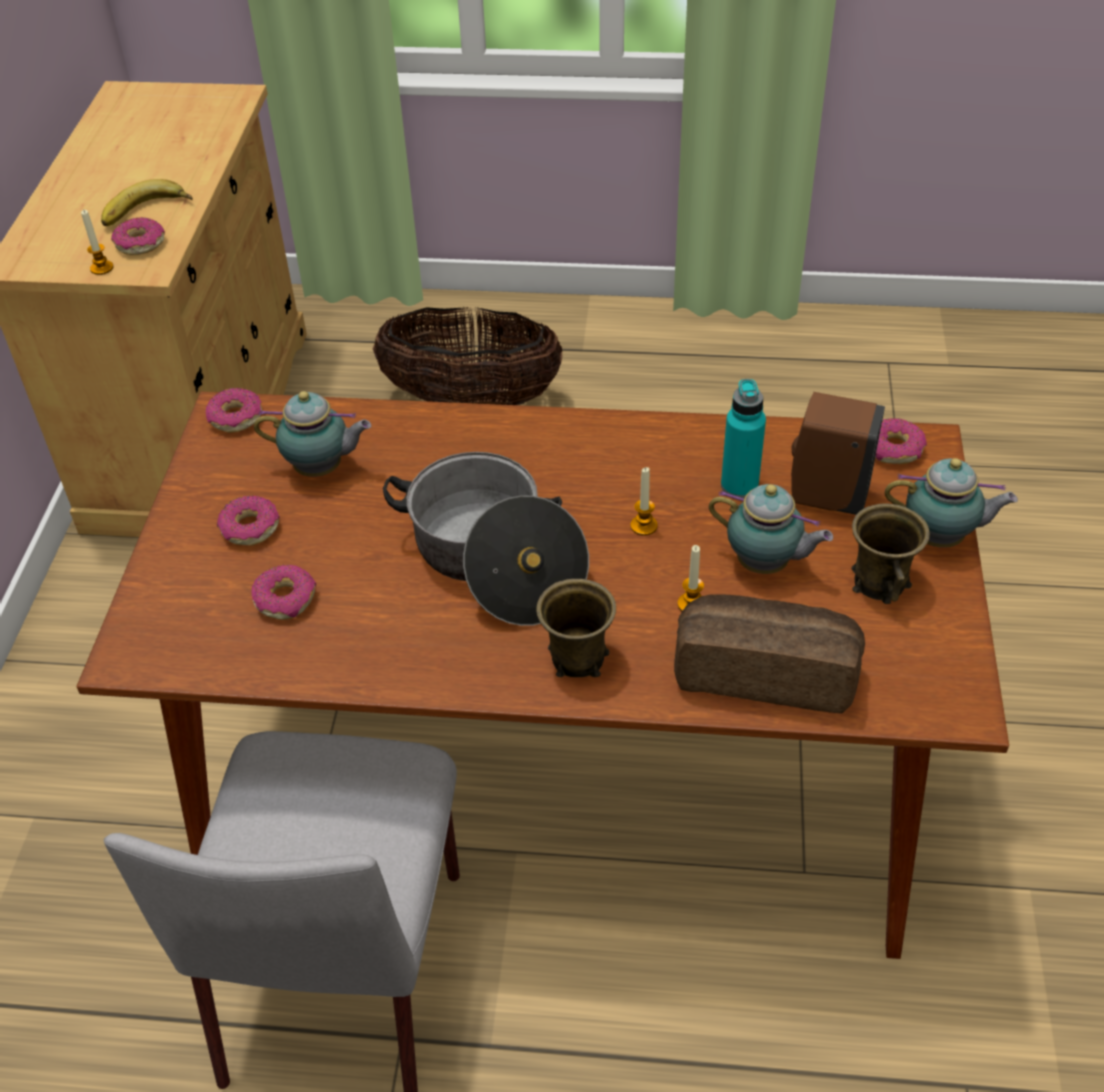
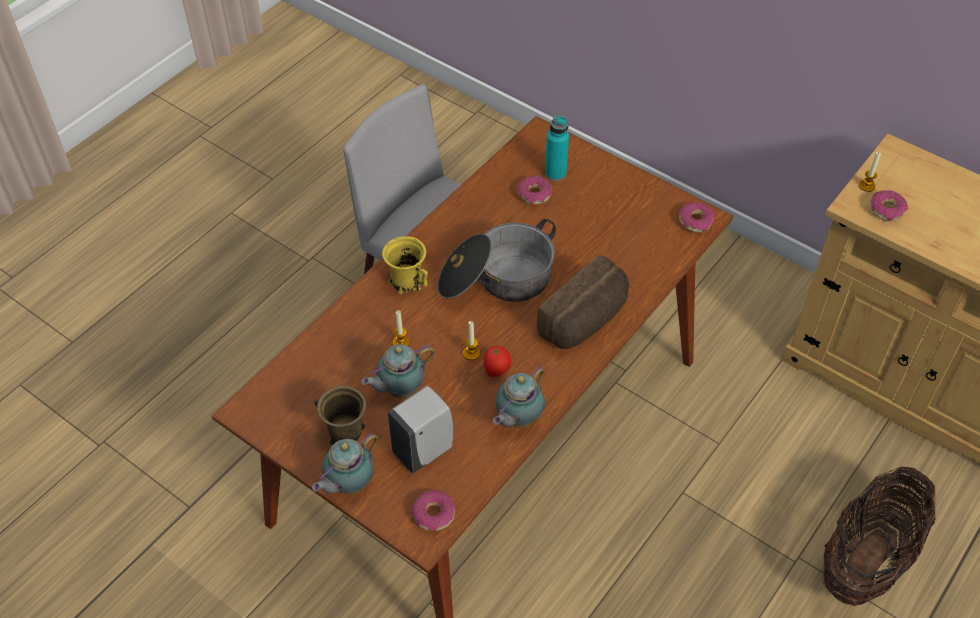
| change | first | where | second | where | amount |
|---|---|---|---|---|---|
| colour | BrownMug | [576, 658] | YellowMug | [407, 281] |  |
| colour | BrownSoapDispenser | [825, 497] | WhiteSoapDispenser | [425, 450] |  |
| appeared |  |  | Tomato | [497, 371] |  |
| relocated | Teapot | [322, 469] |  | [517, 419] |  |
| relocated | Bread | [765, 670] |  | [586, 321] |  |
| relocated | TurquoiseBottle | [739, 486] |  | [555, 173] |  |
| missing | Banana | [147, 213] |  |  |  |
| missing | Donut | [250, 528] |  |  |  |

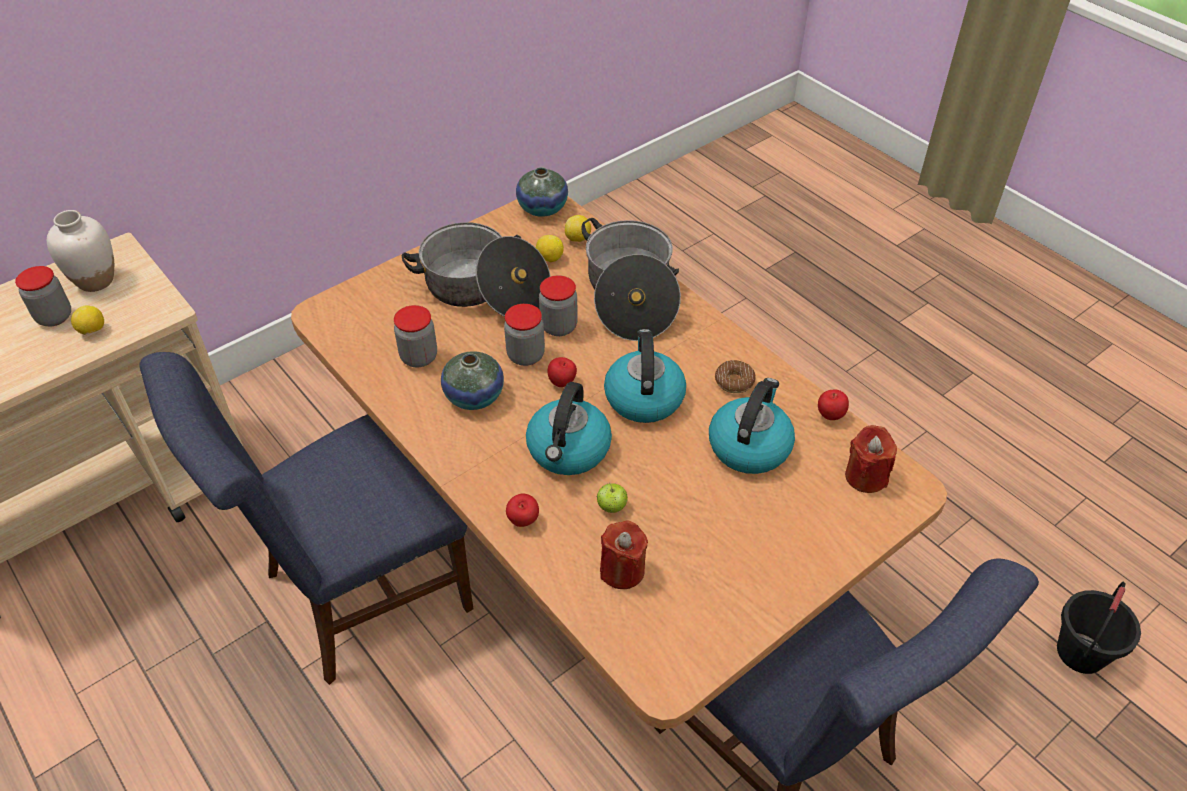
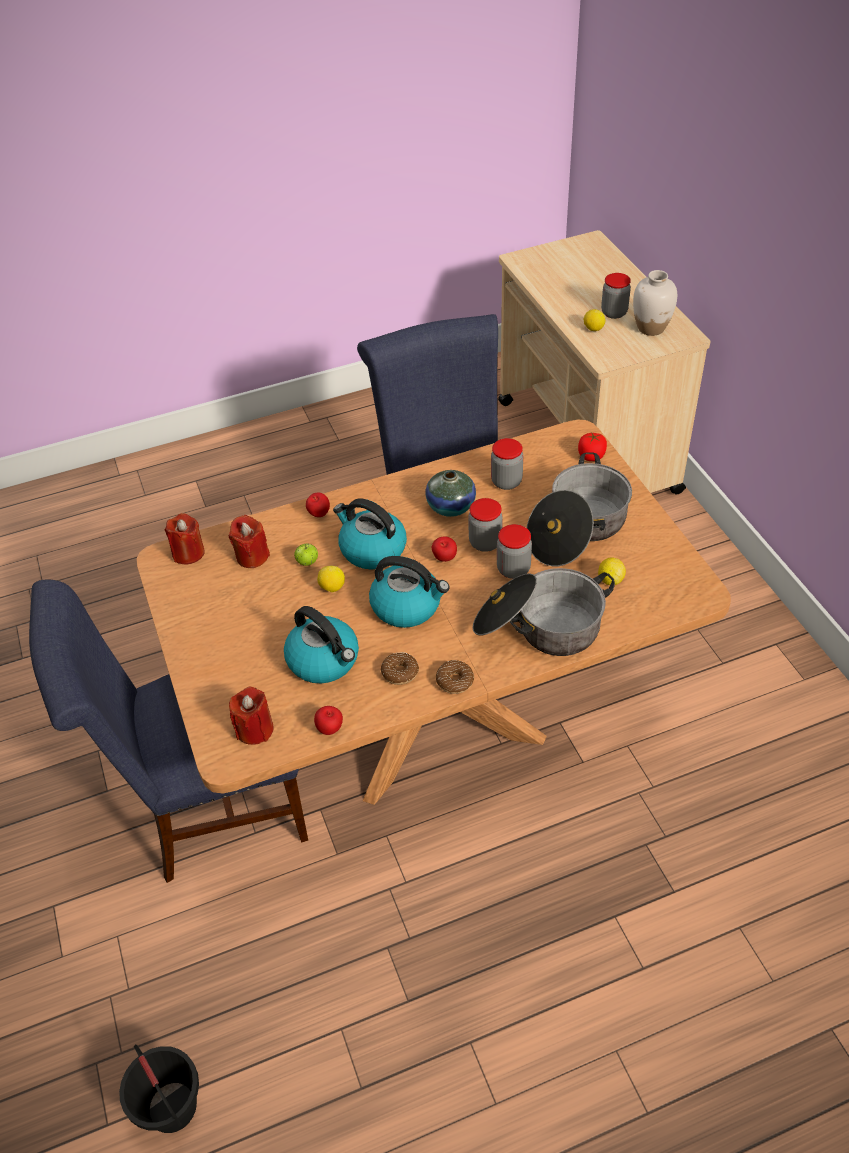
| change | first | where | second | where | amount |
|---|---|---|---|---|---|
| appeared |  |  | RedCandle | [188, 553] |  |
| relocated | Lemon | [578, 239] |  | [332, 587] |  |
| appeared |  |  | Donut | [454, 681] |  |
| appeared |  |  | Tomato | [591, 456] |  |
| missing | Vase | [542, 208] |  |  |  |

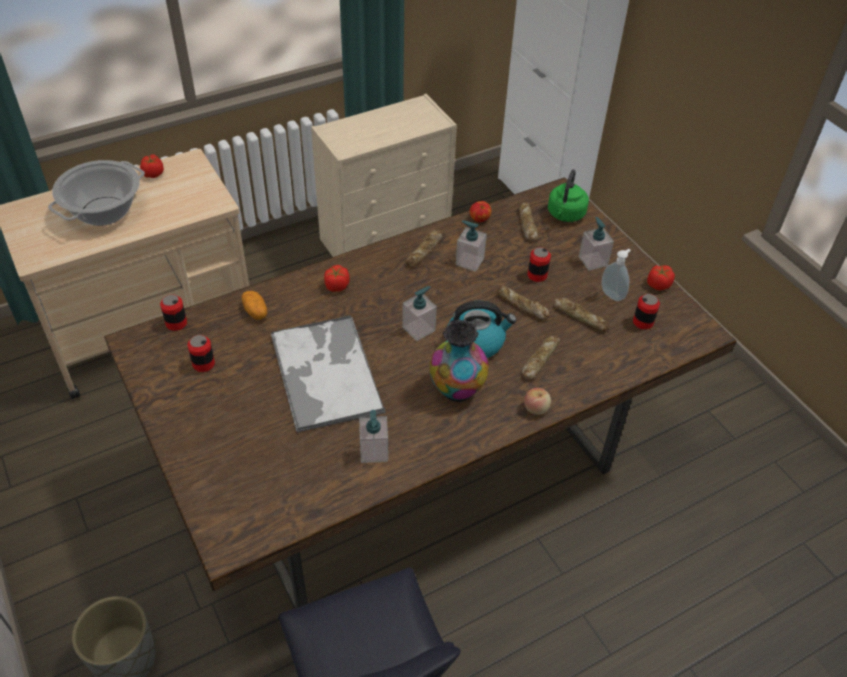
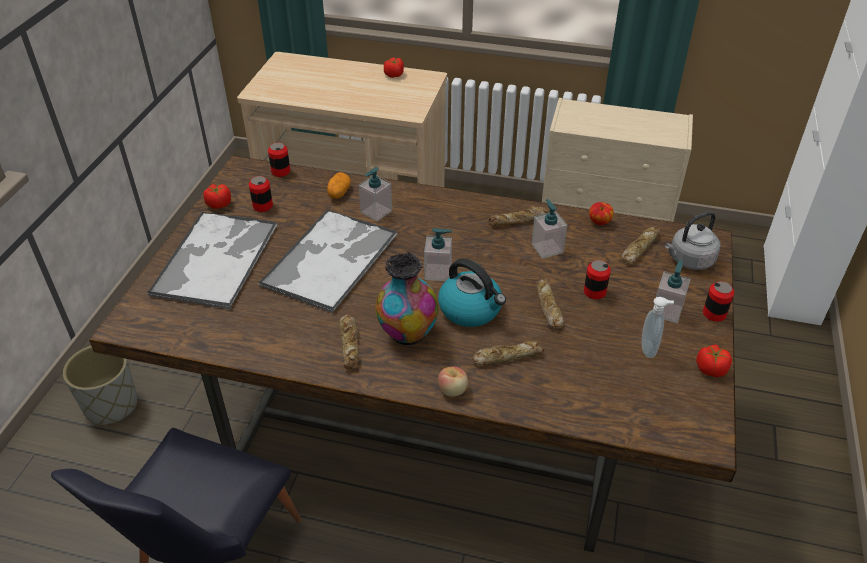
| change | first | where | second | where | amount |
|---|---|---|---|---|---|
| appeared |  |  | Tray | [216, 259] |  |
| relocated | Tomato | [336, 286] |  | [219, 204] |  |
| relocated | Bread | [580, 317] |  | [350, 345] |  |
| relocated | SoapDispenser | [374, 451] |  | [376, 211] |  |
| colour | GreenKettle | [565, 215] | GreyKettle | [689, 260] |  |
| relocated | Can | [643, 322] |  | [714, 314] |  |
| missing | CookingPot | [104, 212] |  |  |  |

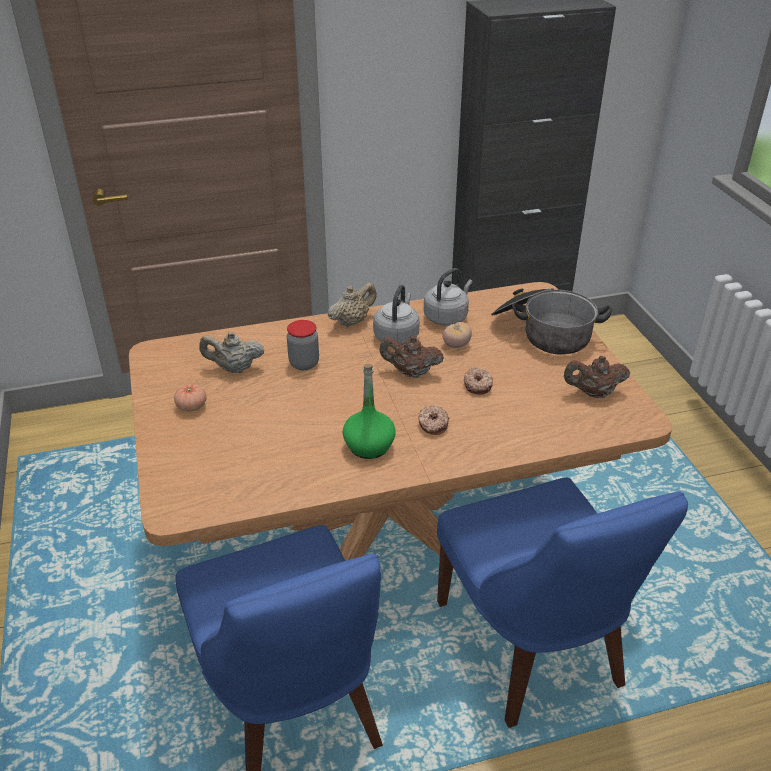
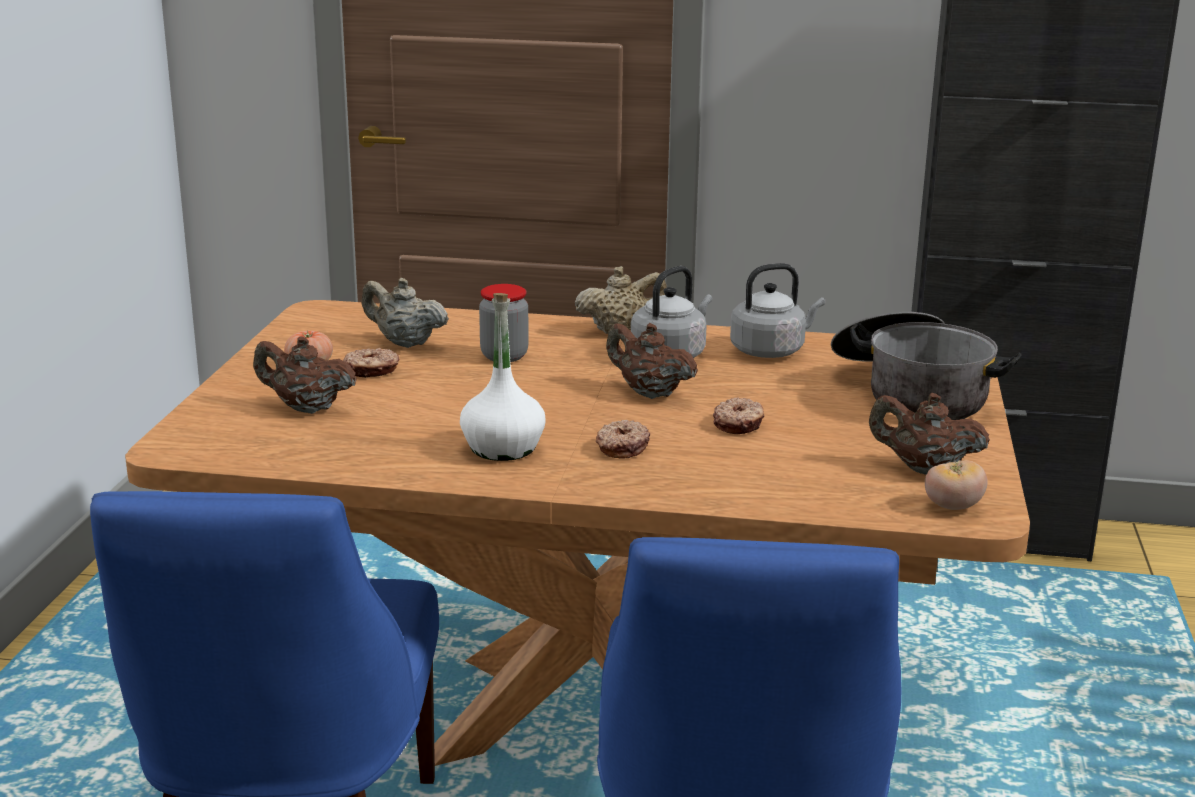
| change | first | where | second | where | amount |
|---|---|---|---|---|---|
| appeared |  |  | BrownTeapot | [306, 408] |  |
| appeared |  |  | Donut | [371, 371] |  |
| colour | GreenBottle | [369, 446] | WhiteBottle | [502, 448] |  |
| relocated | Tomato | [456, 345] |  | [952, 507] |  |

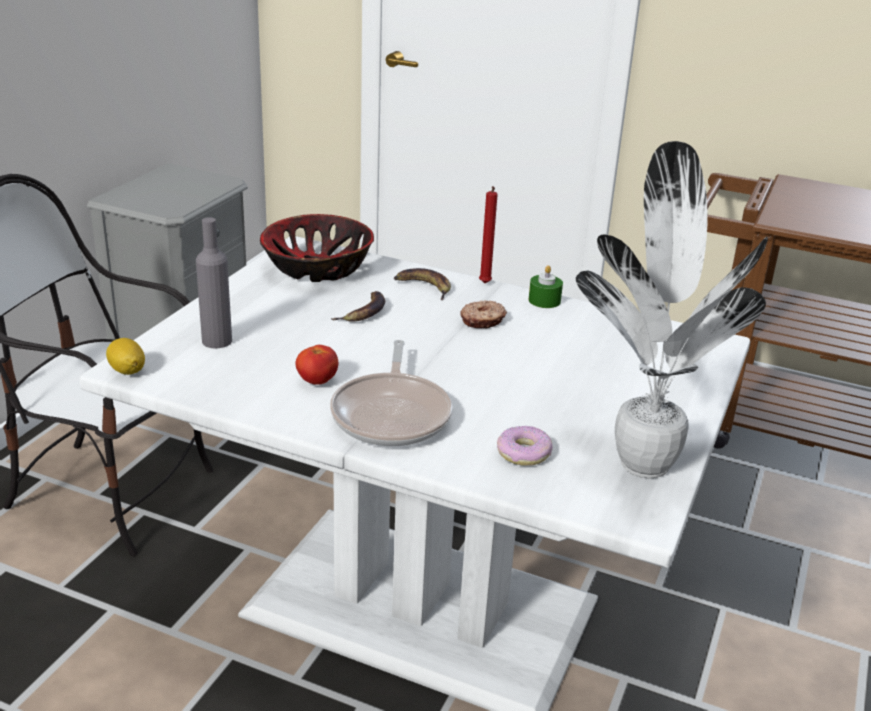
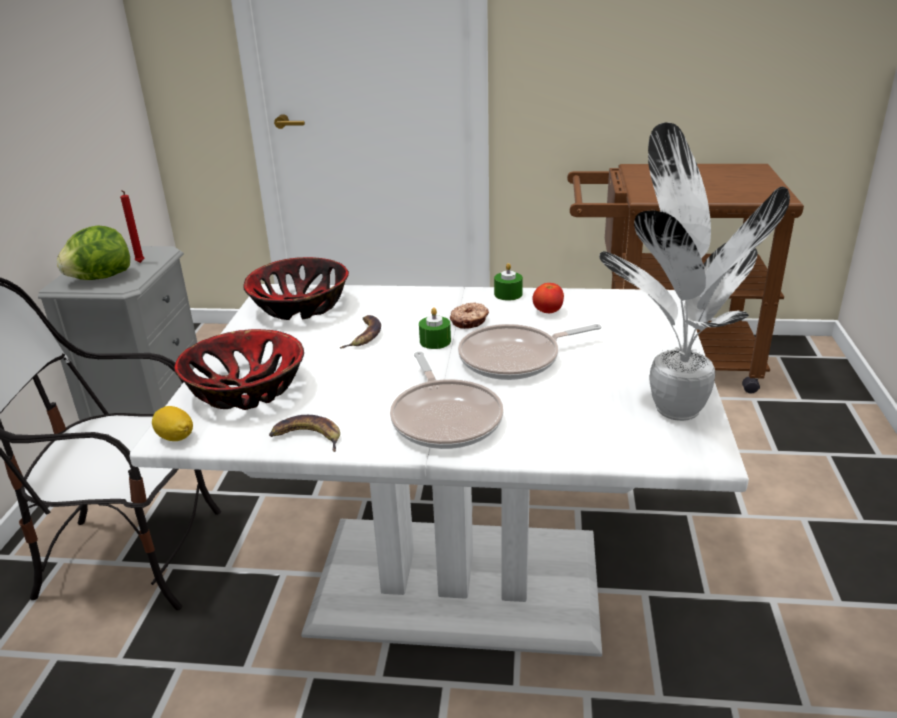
| change | first | where | second | where | amount |
|---|---|---|---|---|---|
| appeared |  |  | Lettuce | [100, 278] |  |
| relocated | RedCandle | [484, 284] |  | [140, 263] |  |
| exchanged | GreyBottle | [217, 341] | Bowl | [246, 390] |  |
| relocated | Banana | [424, 287] |  | [307, 437] |  |
| appeared |  |  | GreenCandle | [435, 341] |  |
| appeared |  |  | FryingPan | [515, 358] |  |
| relocated | Tomato | [317, 381] |  | [547, 312] |  |
| missing | Donut | [524, 453] |  |  |  |

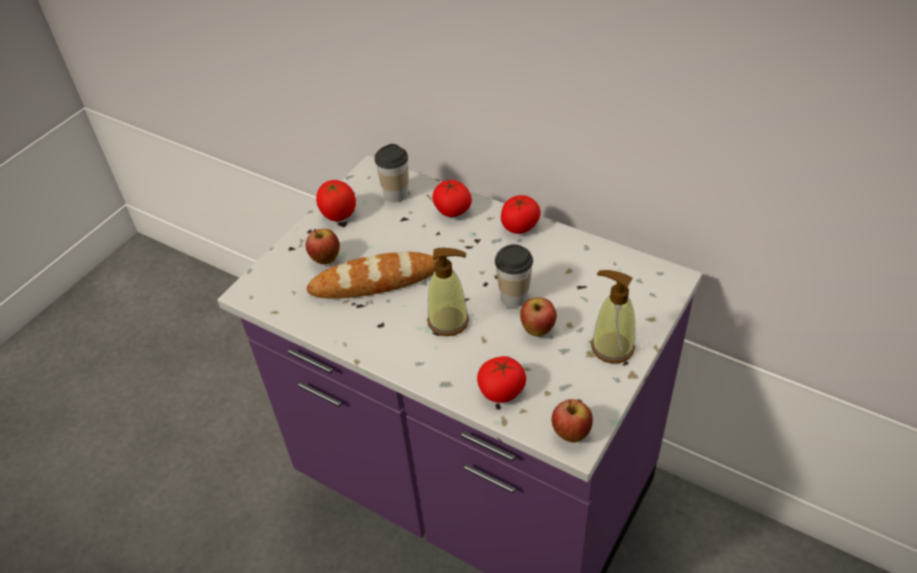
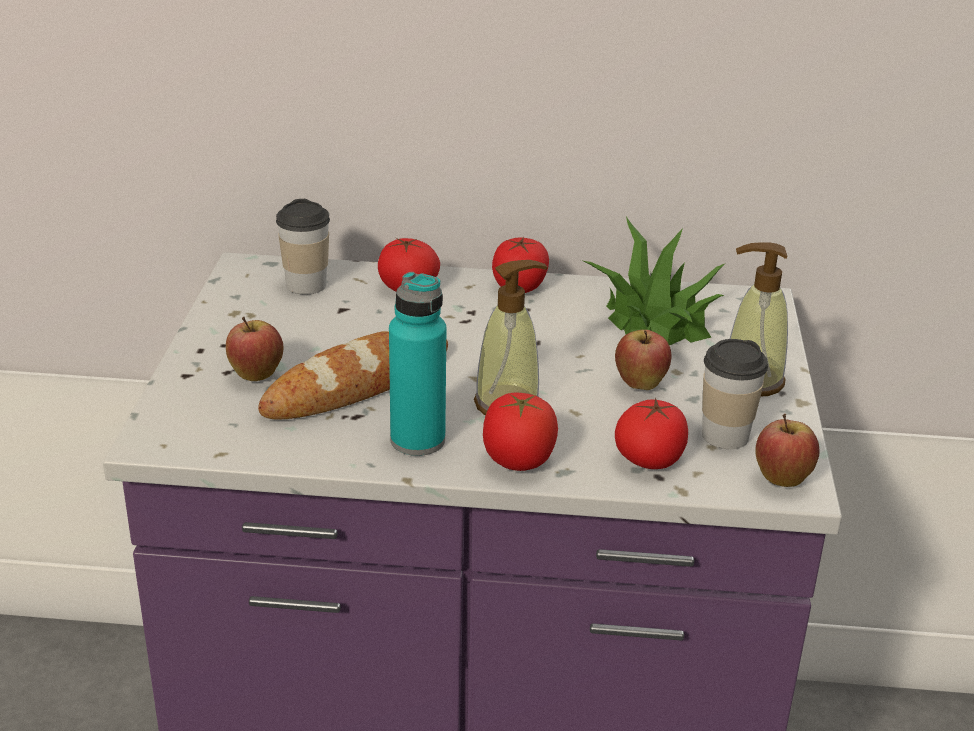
| change | first | where | second | where | amount |
|---|---|---|---|---|---|
| appeared |  |  | TurquoiseBottle | [417, 440] |  |
| relocated | Tomato | [338, 215] |  | [518, 461] |  |
| appeared |  |  | PottedPlant | [656, 320] |  |
| relocated | Cup | [514, 296] |  | [725, 435] |  |

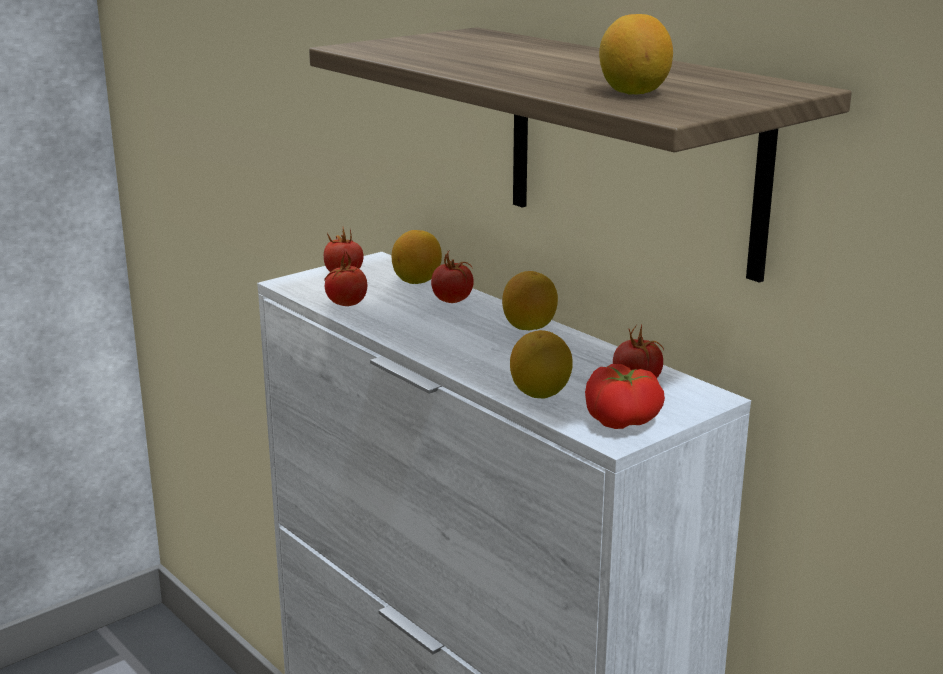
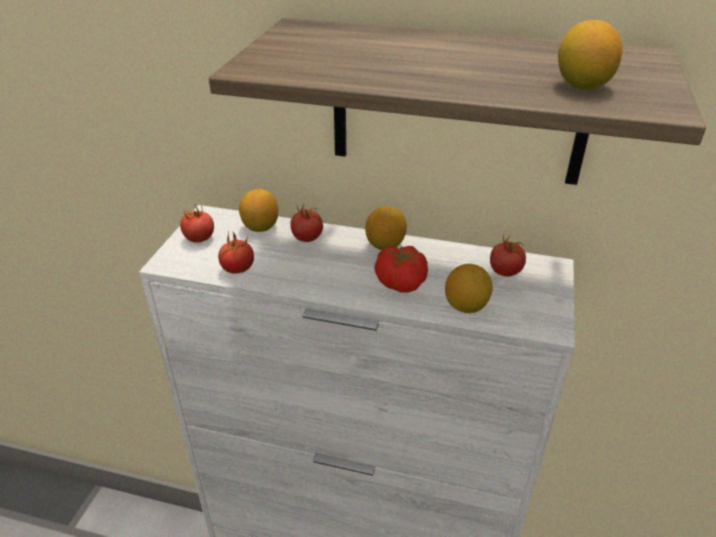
| change | first | where | second | where | amount |
|---|---|---|---|---|---|
| relocated | Tomato | [623, 421] |  | [402, 282] |  |

